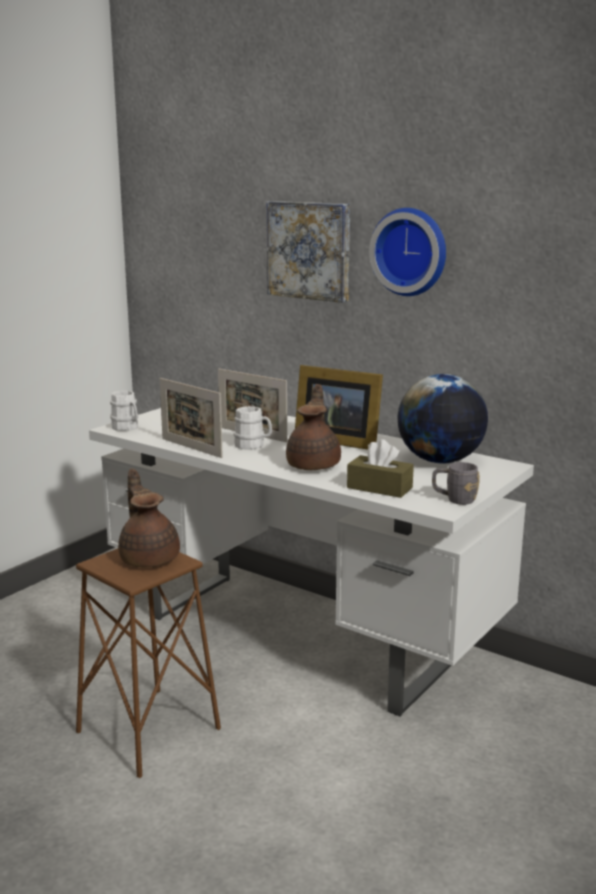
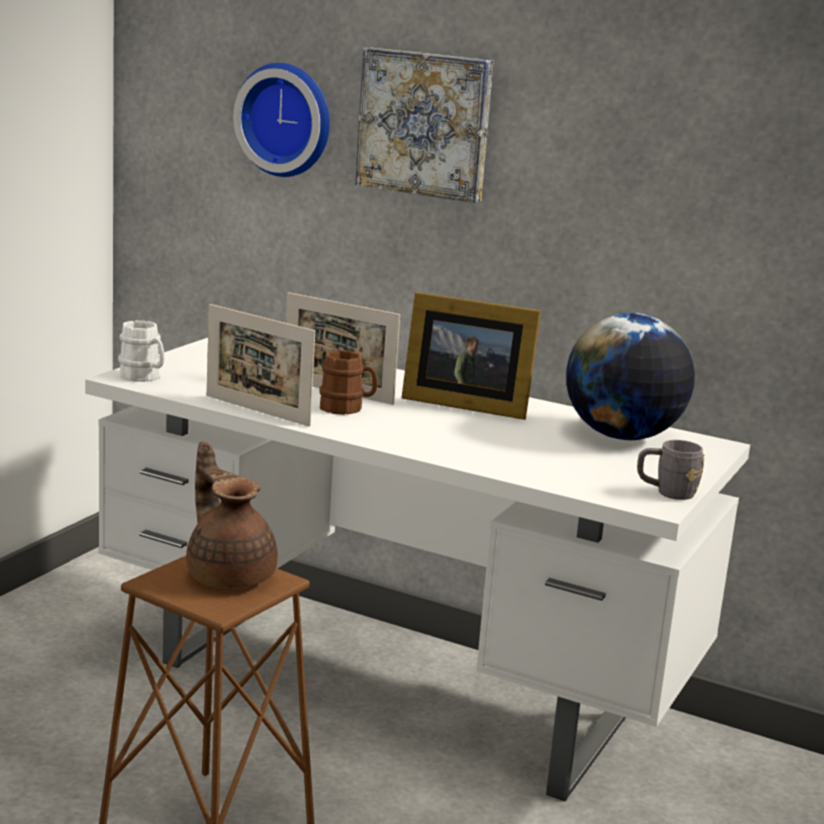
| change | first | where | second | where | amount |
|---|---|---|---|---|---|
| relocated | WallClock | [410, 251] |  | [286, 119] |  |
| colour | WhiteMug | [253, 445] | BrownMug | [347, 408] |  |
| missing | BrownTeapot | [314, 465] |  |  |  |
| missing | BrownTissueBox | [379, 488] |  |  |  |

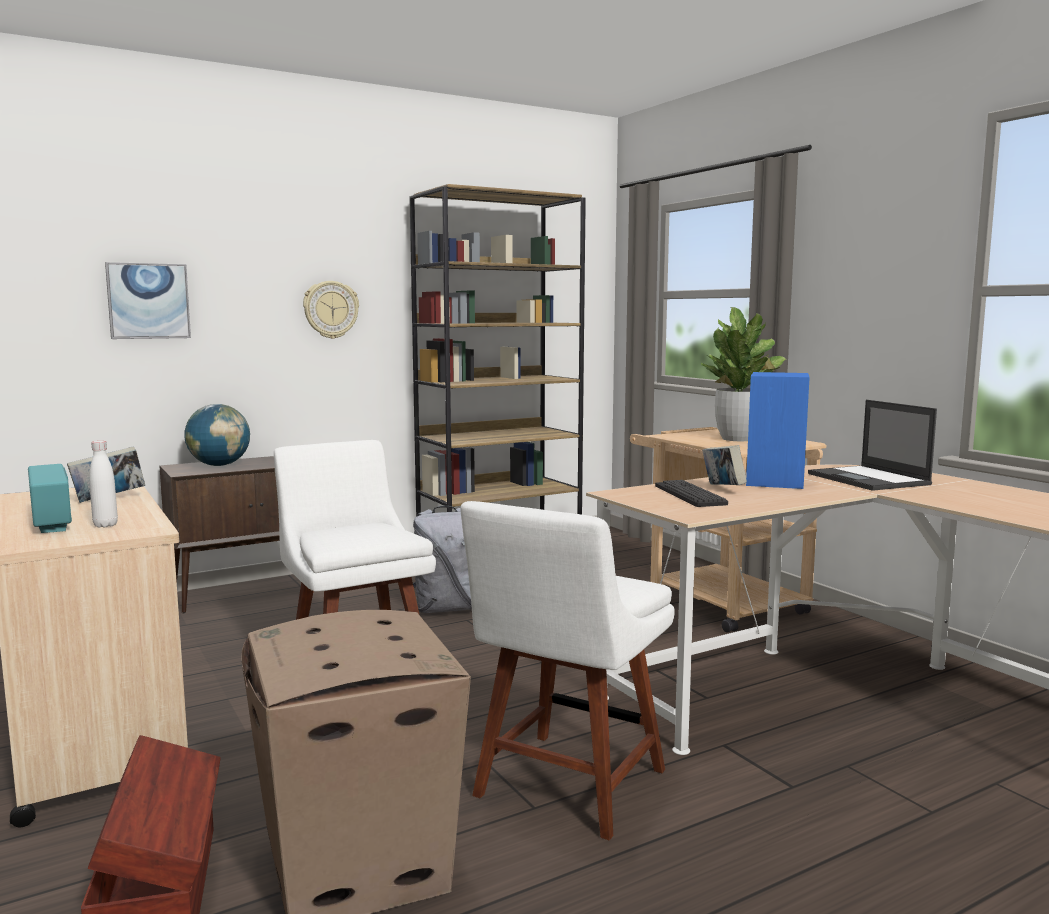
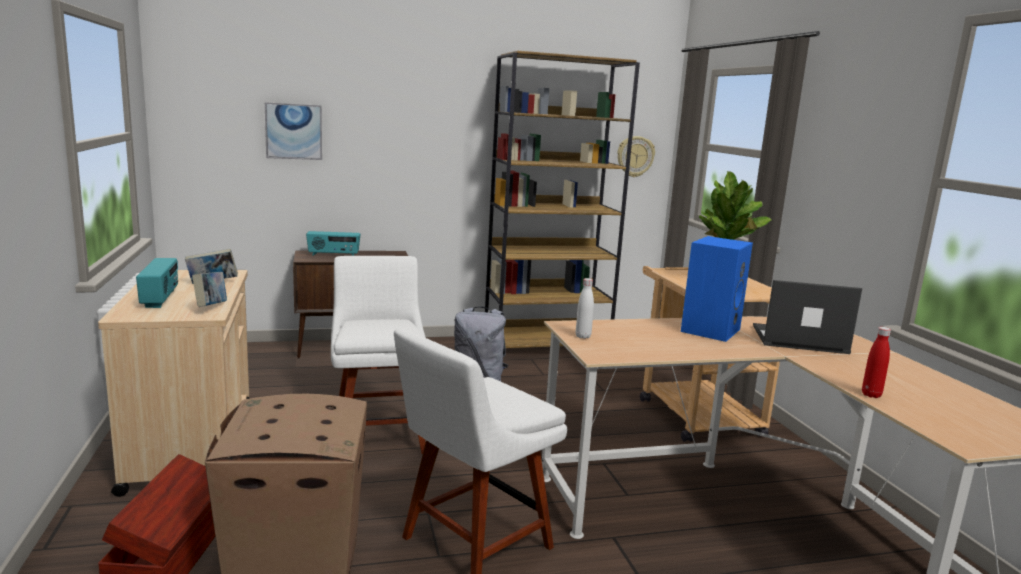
| change | first | where | second | where | amount |
|---|---|---|---|---|---|
| relocated | Book | [723, 489] |  | [211, 307] |  |
| exchanged | Globe | [219, 465] | Radio | [333, 255] |  |
| relocated | WhiteBottle | [105, 525] |  | [583, 336] |  |
| relocated | WallClock | [330, 309] |  | [635, 156] |  |
| spun | Laptop | [869, 479] |  | [797, 339] | 105 degrees clockwise |
| appeared |  |  | RedBottle | [871, 395] |  |
| missing | Keyboard | [689, 495] |  |  |  |

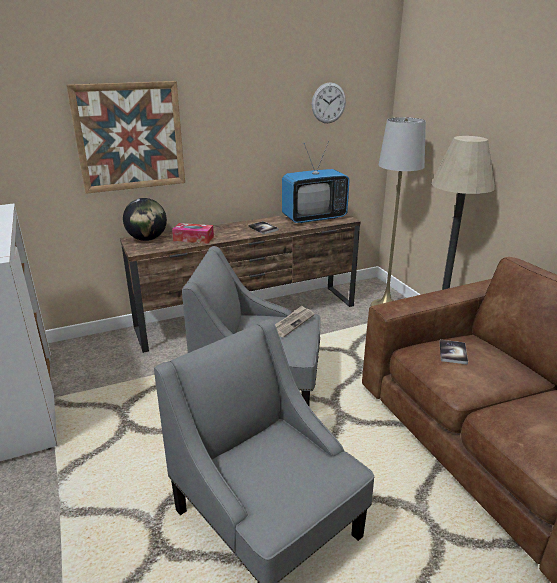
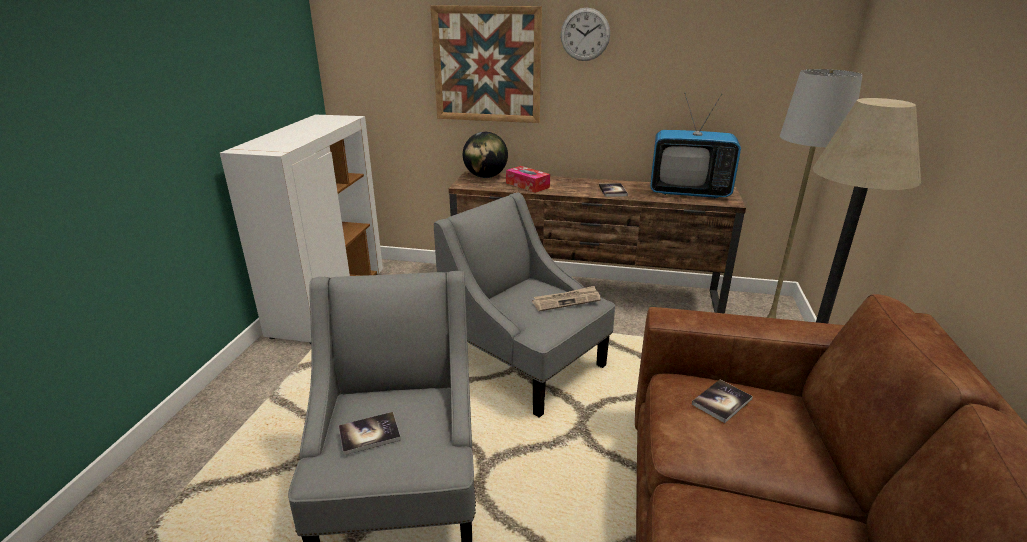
| change | first | where | second | where | amount |
|---|---|---|---|---|---|
| appeared |  |  | Book | [369, 434] |  |
| relocated | WallClock | [328, 103] |  | [585, 34] |  |

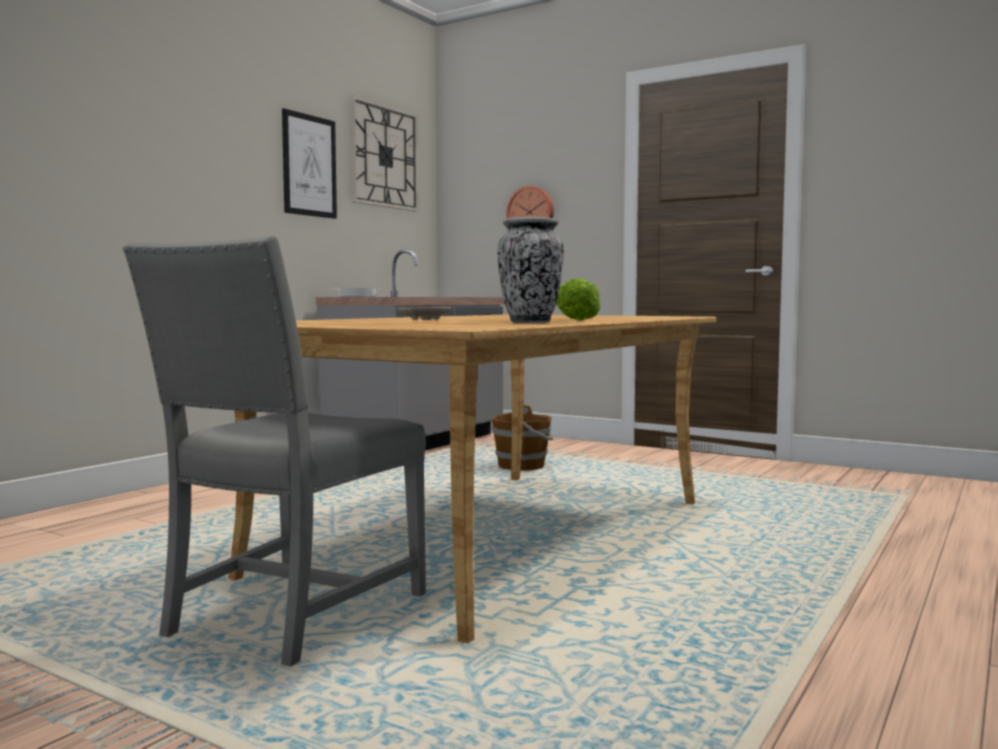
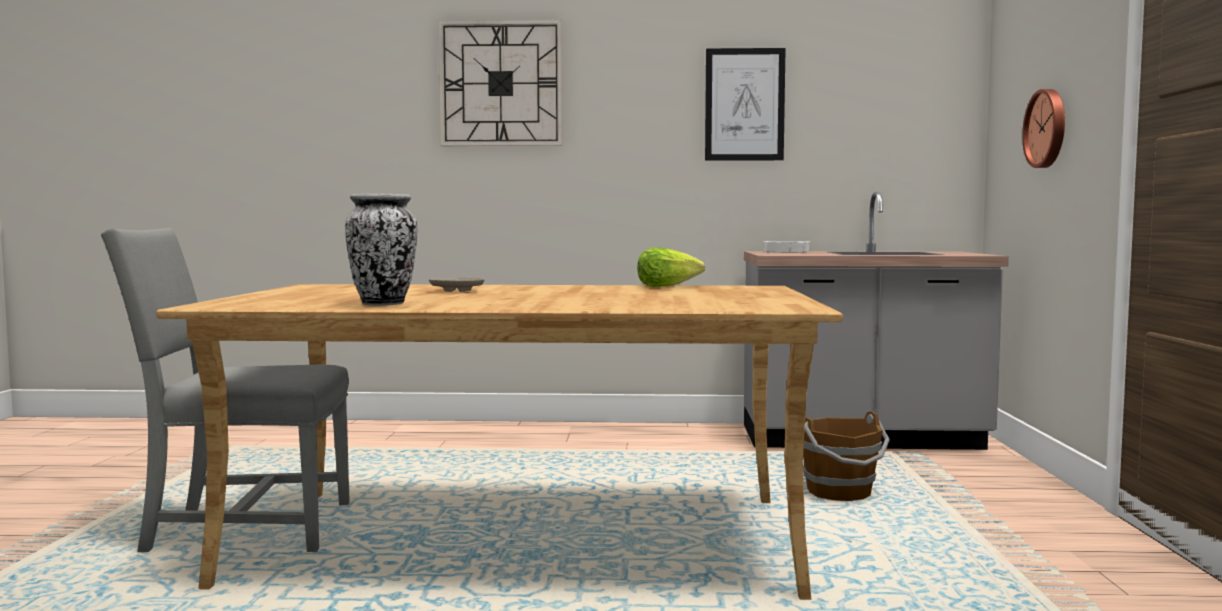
| change | first | where | second | where | amount |
|---|---|---|---|---|---|
| relocated | WallClock | [384, 156] |  | [501, 84] |  |
| relocated | Lettuce | [578, 319] |  | [667, 286] |  |

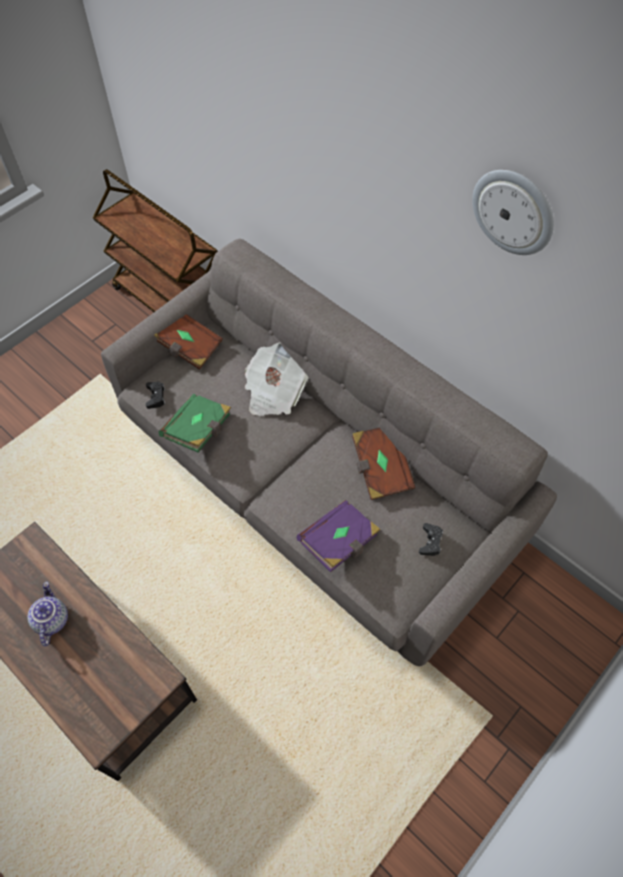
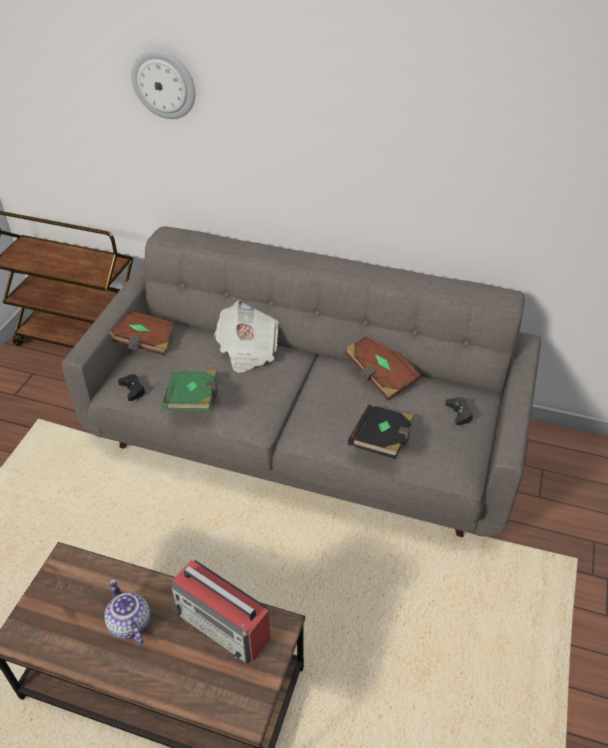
| change | first | where | second | where | amount |
|---|---|---|---|---|---|
| relocated | WallClock | [513, 211] |  | [164, 84] |  |
| appeared |  |  | Radio | [224, 626] |  |
| colour | PurpleBook | [339, 542] | BlackBook | [382, 441] |  |

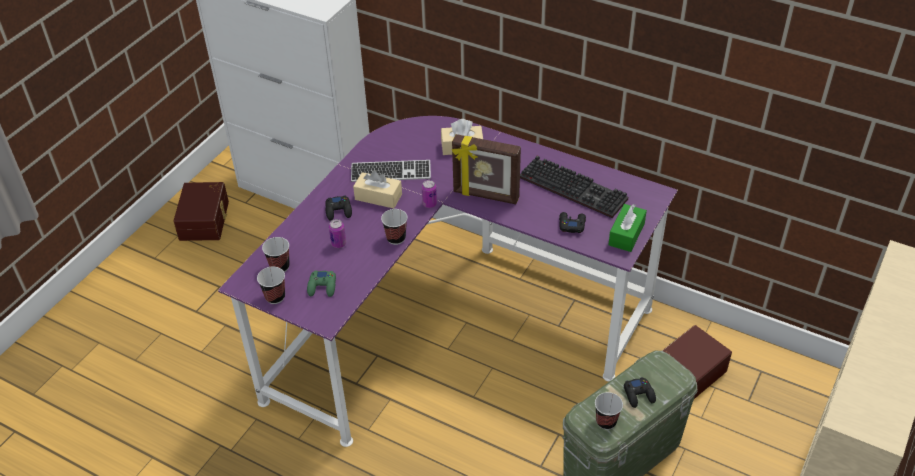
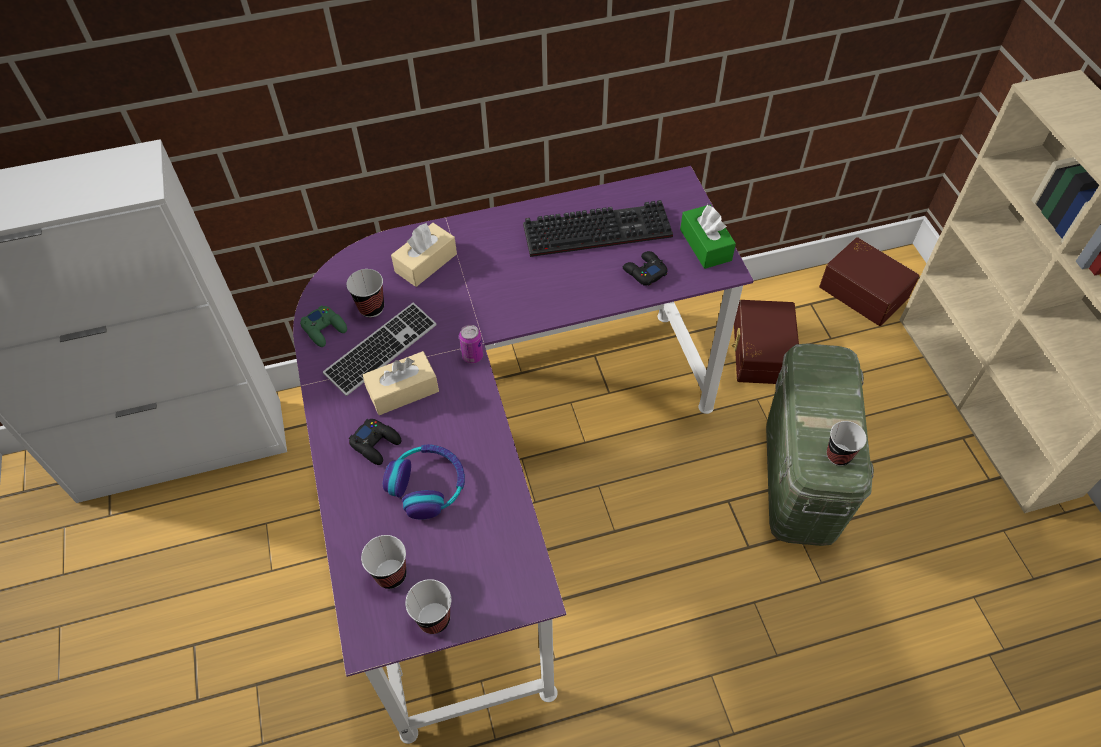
| change | first | where | second | where | amount |
|---|---|---|---|---|---|
| relocated | GreenGameController | [322, 286] |  | [324, 329] |  |
| relocated | Cup | [396, 238] |  | [371, 308] |  |
| exchanged | Can | [338, 244] | Headphones | [427, 485] |  |
| relocated | BrownStorageBox | [205, 220] |  | [864, 290] |  |
| missing | PictureFrame | [485, 196] |  |  |  |
| missing | BlackGameController | [639, 395] |  |  |  |

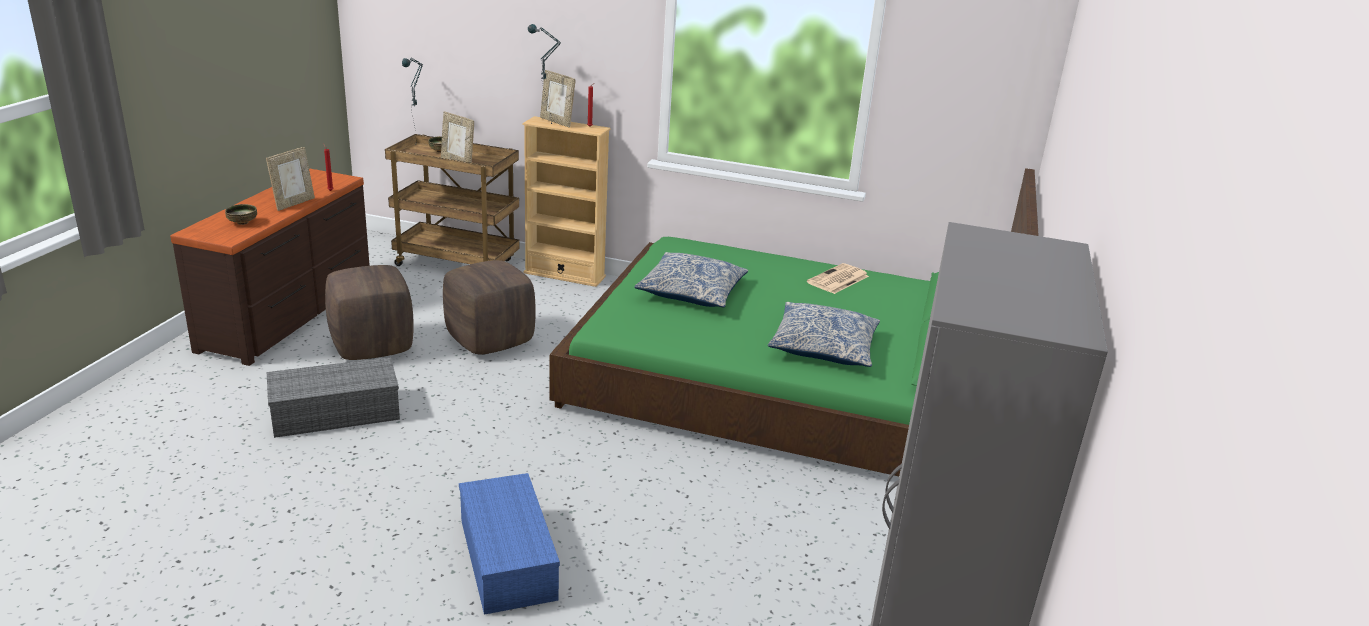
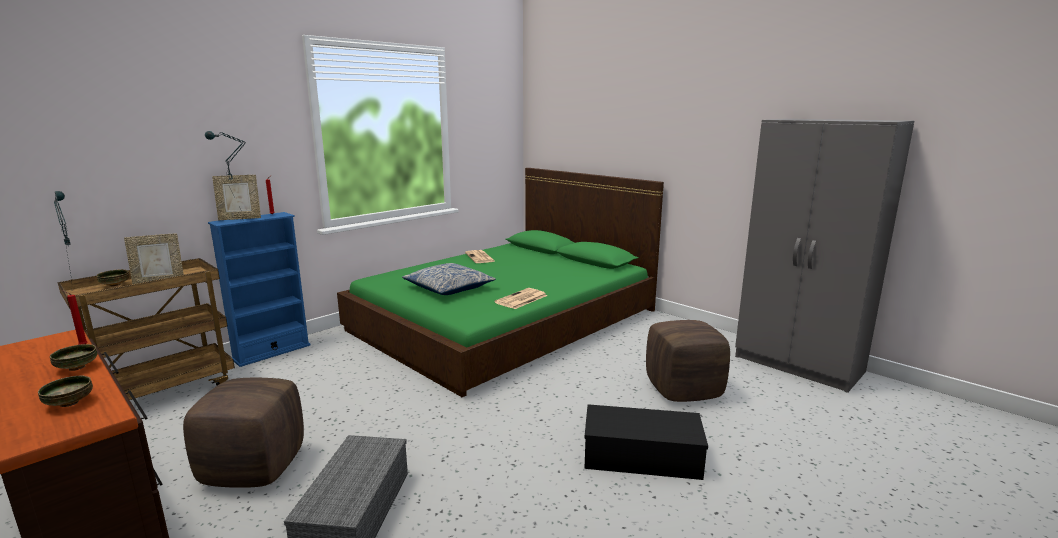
| change | first | where | second | where | amount |
|---|---|---|---|---|---|
| exchanged | PictureFrame | [294, 203] | Bowl | [76, 368] |  |
| colour | BeigeBookcase | [564, 275] | BlueBookcase | [271, 352] |  |
| appeared |  |  | Newspaper | [521, 299] |  |
| colour | BlueStorageBox | [509, 560] | BlackStorageBox | [643, 456] |  |
| relocated | BrownOttoman | [489, 341] |  | [683, 390] |  |
| missing | Pillow | [823, 346] |  |  |  |

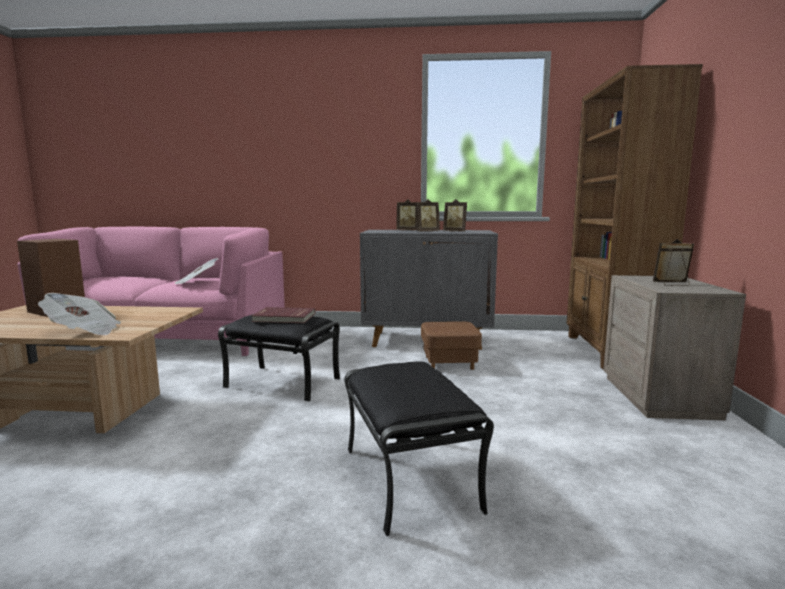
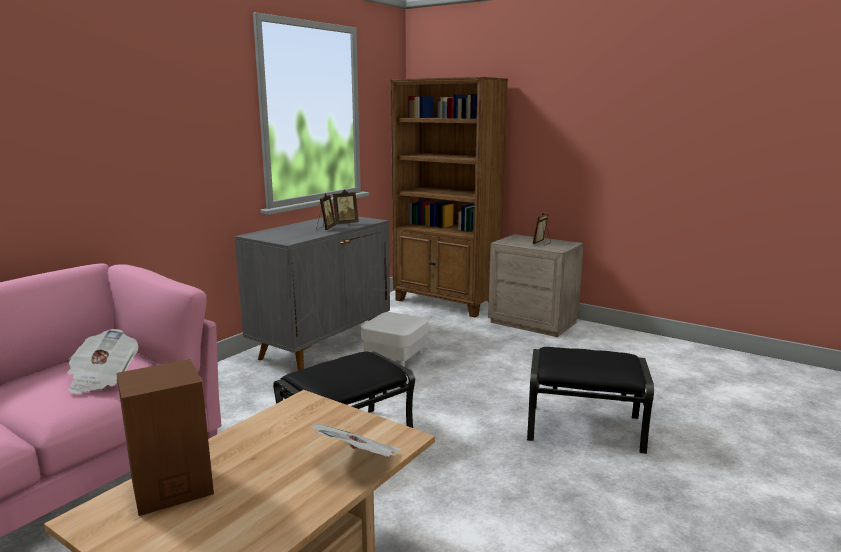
| change | first | where | second | where | amount |
|---|---|---|---|---|---|
| colour | BrownOttoman | [449, 363] | WhiteOttoman | [395, 356] |  |
| missing | RedBook | [284, 318] |  |  |  |
| missing | PictureFrame | [407, 230] |  |  |  |

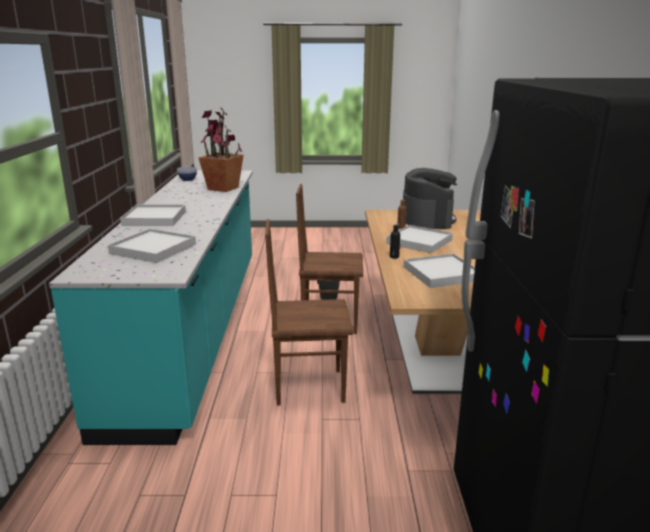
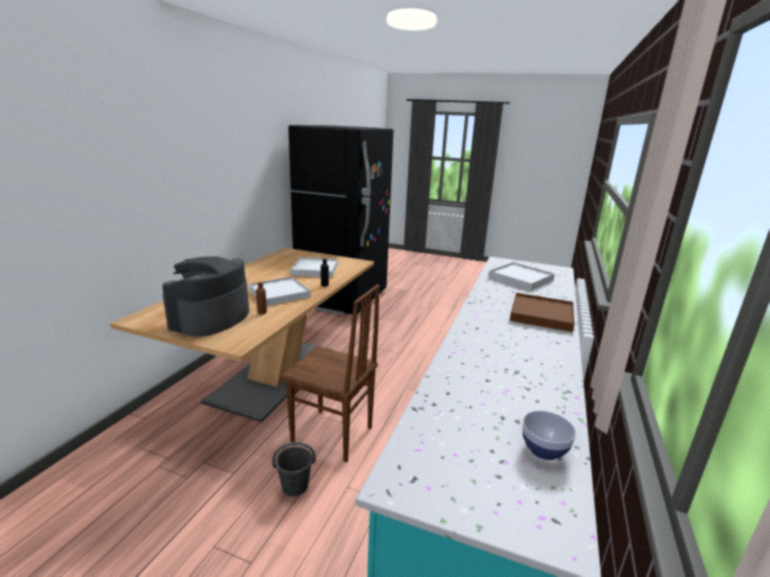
| change | first | where | second | where | amount |
|---|---|---|---|---|---|
| colour | WhiteTray | [154, 218] | BrownTray | [541, 315] |  |
| missing | PottedPlant | [223, 188] |  |  |  |
| missing | BrownChair | [308, 386] |  |  |  |

